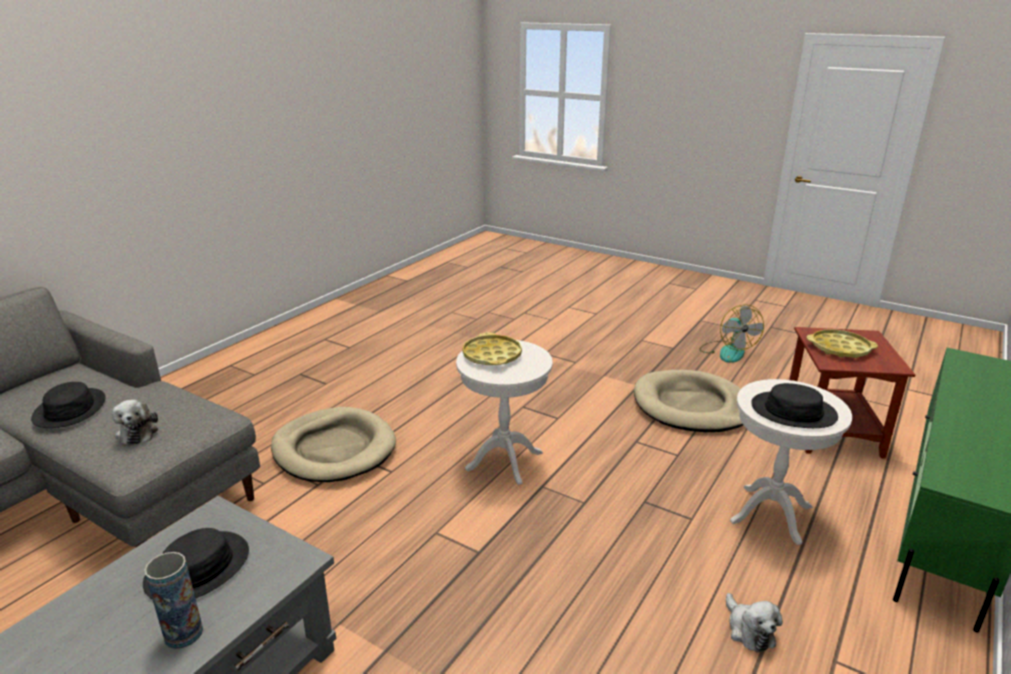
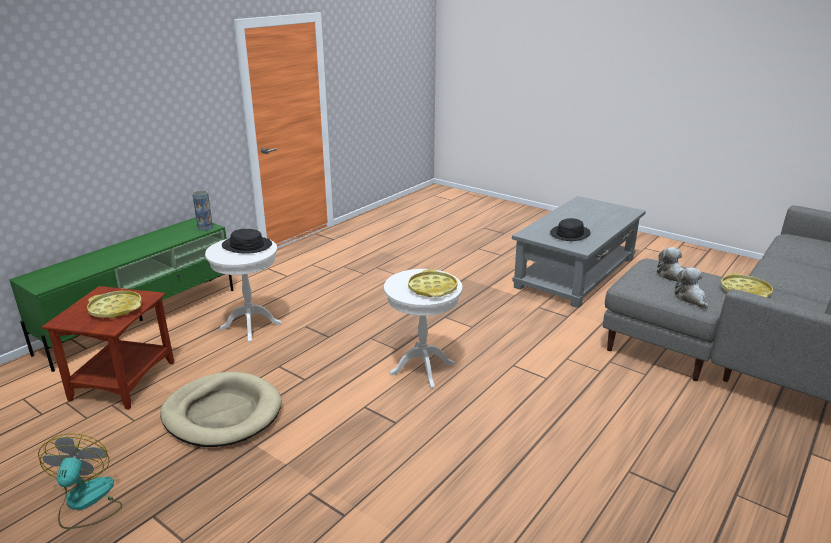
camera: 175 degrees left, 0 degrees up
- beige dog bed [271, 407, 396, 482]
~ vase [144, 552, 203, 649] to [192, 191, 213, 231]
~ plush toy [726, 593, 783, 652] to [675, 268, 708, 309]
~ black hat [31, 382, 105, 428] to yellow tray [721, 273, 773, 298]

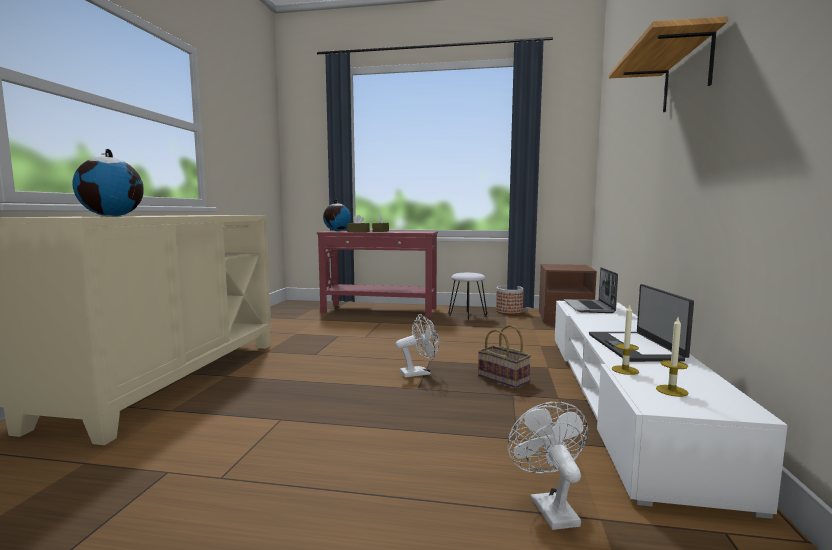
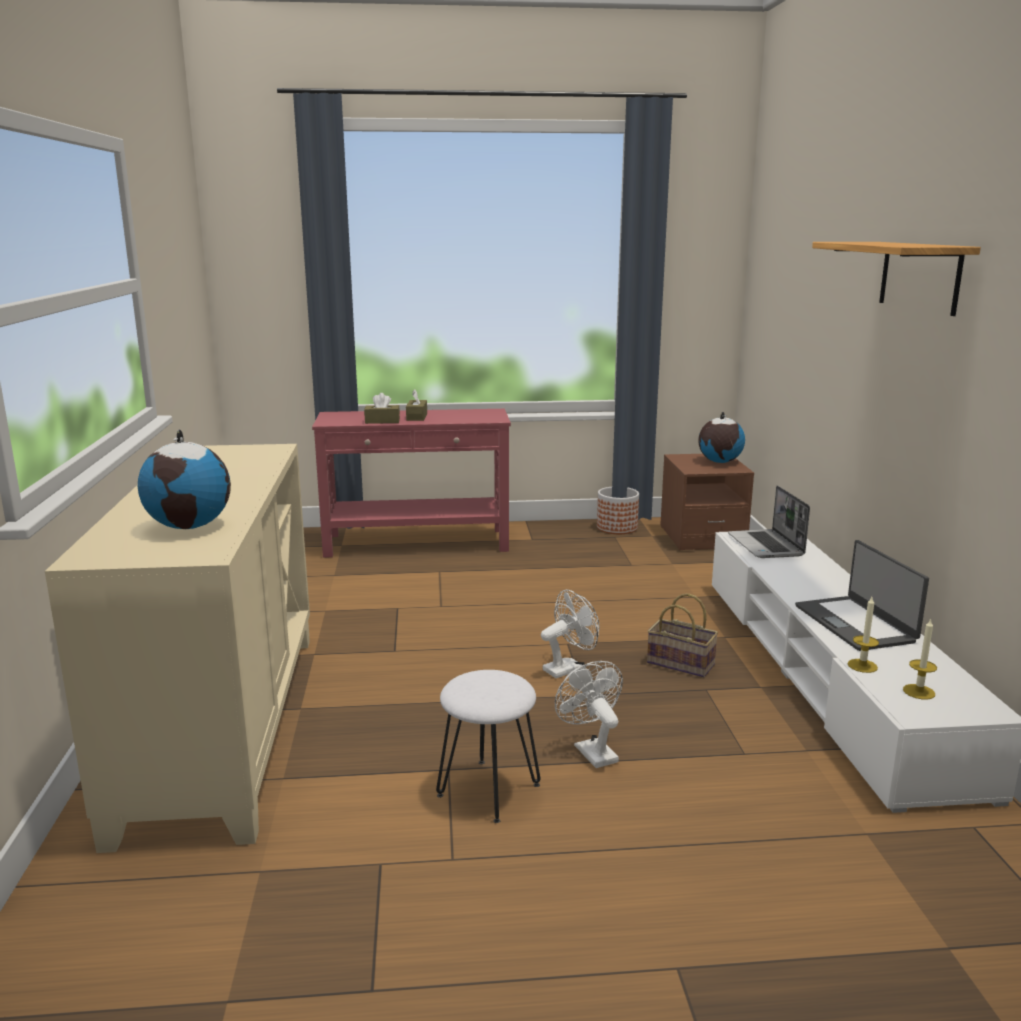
camera: 15 degrees left, 10 degrees up
~ globe [323, 199, 351, 231] to [698, 412, 745, 463]
~ white stool [448, 273, 487, 321] to [436, 670, 540, 823]
~ white fan [508, 402, 588, 530] to [555, 661, 623, 768]

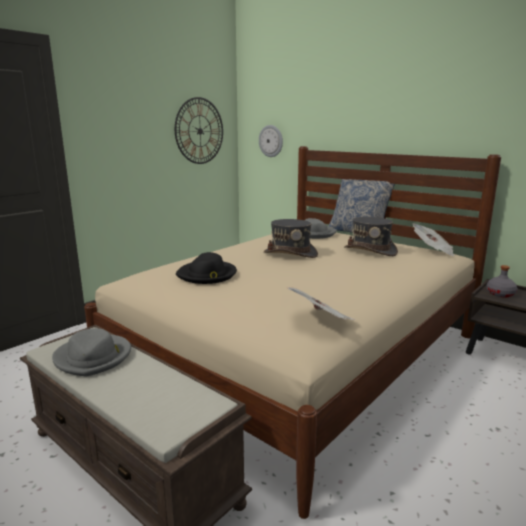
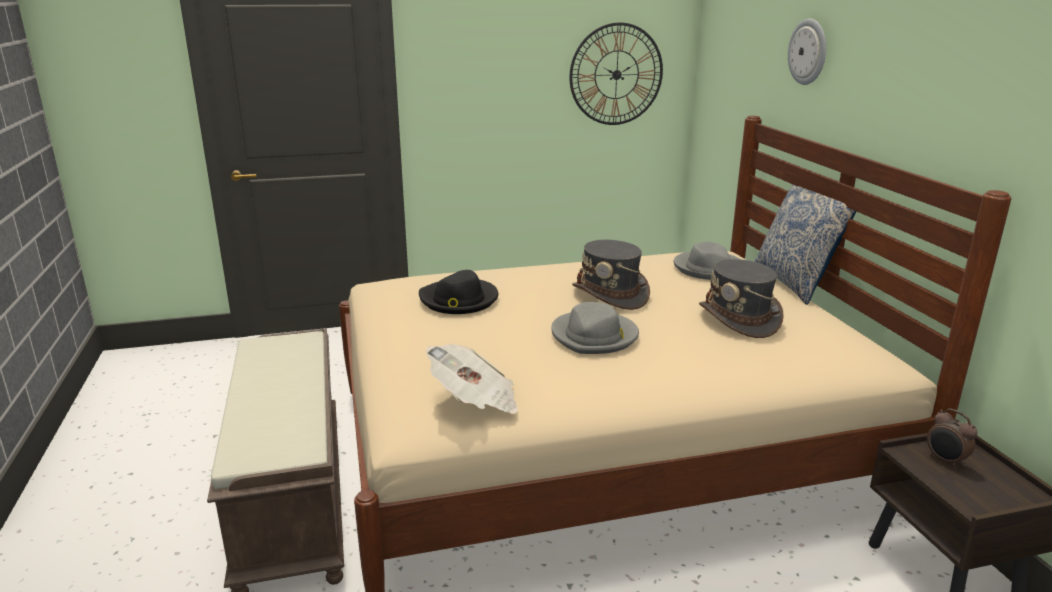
camera: 35 degrees right, 5 degrees up
- newspaper [413, 223, 454, 256]
~ grey hat [52, 328, 131, 376] to [551, 302, 639, 354]
~ wall clock [259, 125, 283, 157] to [788, 18, 826, 85]
~ grey bottle [486, 265, 517, 297] to alarm clock [927, 408, 978, 468]

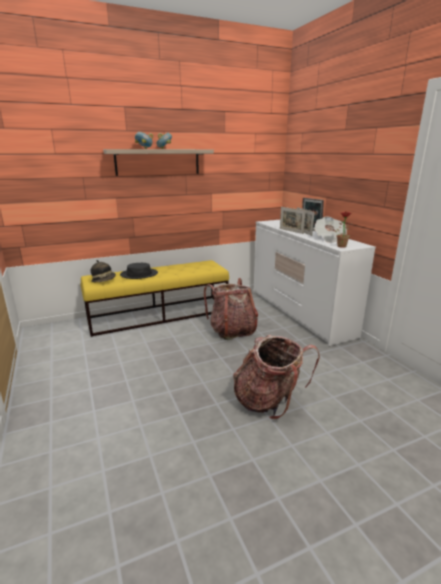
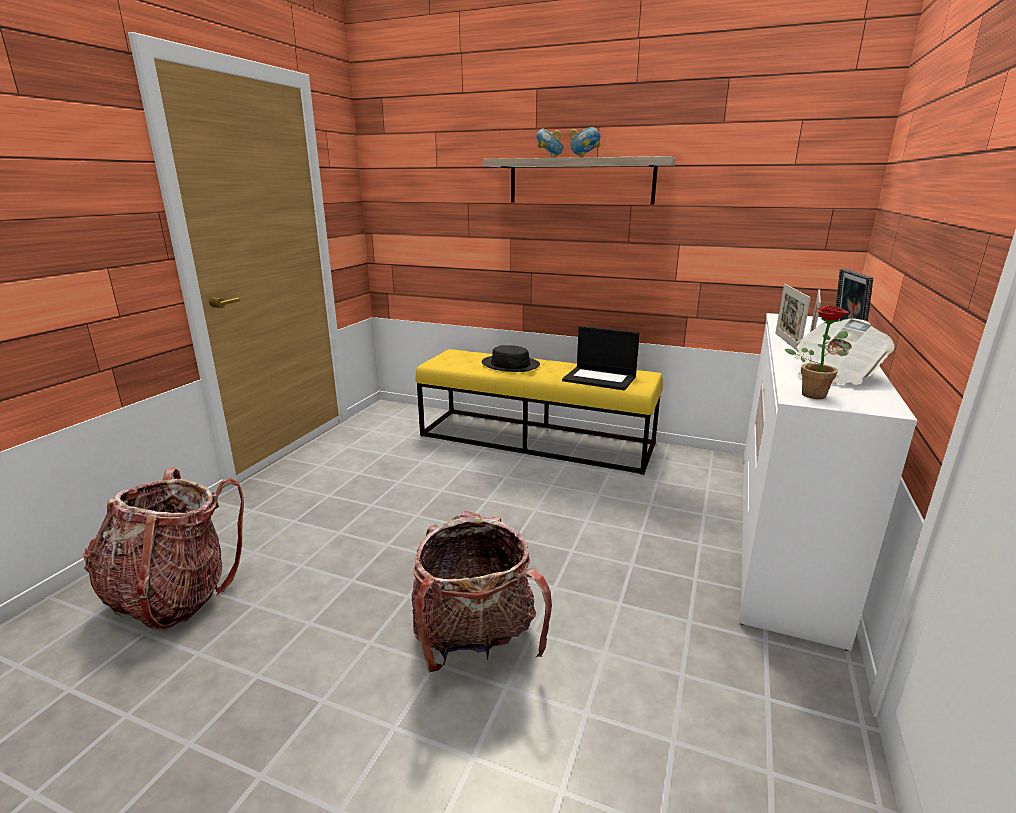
camera: 45 degrees right, 0 degrees up
- hat [91, 260, 116, 282]
+ laptop [562, 326, 640, 390]
~ backpack [204, 278, 258, 340] to [83, 468, 244, 631]

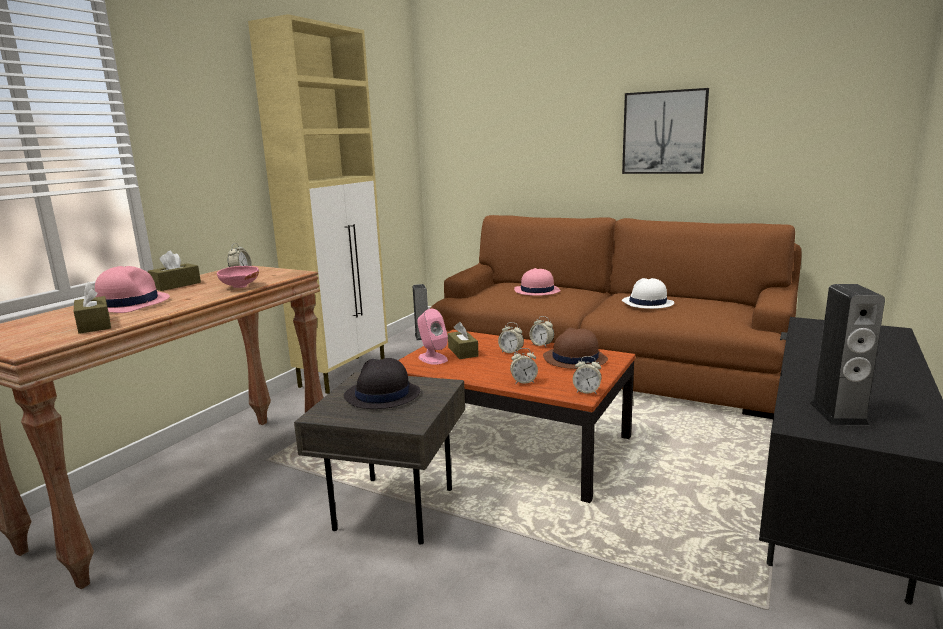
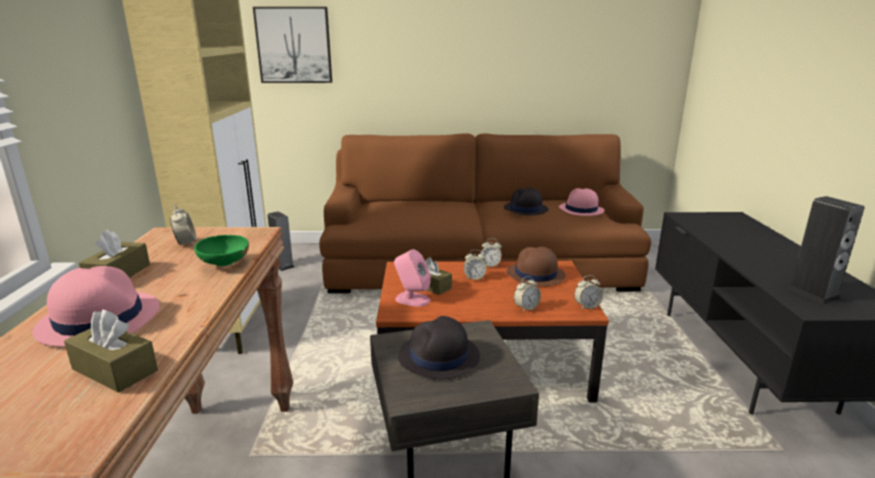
camera: 30 degrees left, 5 degrees up
~ pink hat [514, 268, 561, 296] to [559, 188, 604, 216]
~ picture [622, 88, 709, 174] to [253, 7, 332, 83]
~ pink bowl [217, 266, 259, 288] to green bowl [194, 235, 249, 266]
~ white hat [622, 278, 674, 309] to black hat [504, 188, 549, 215]

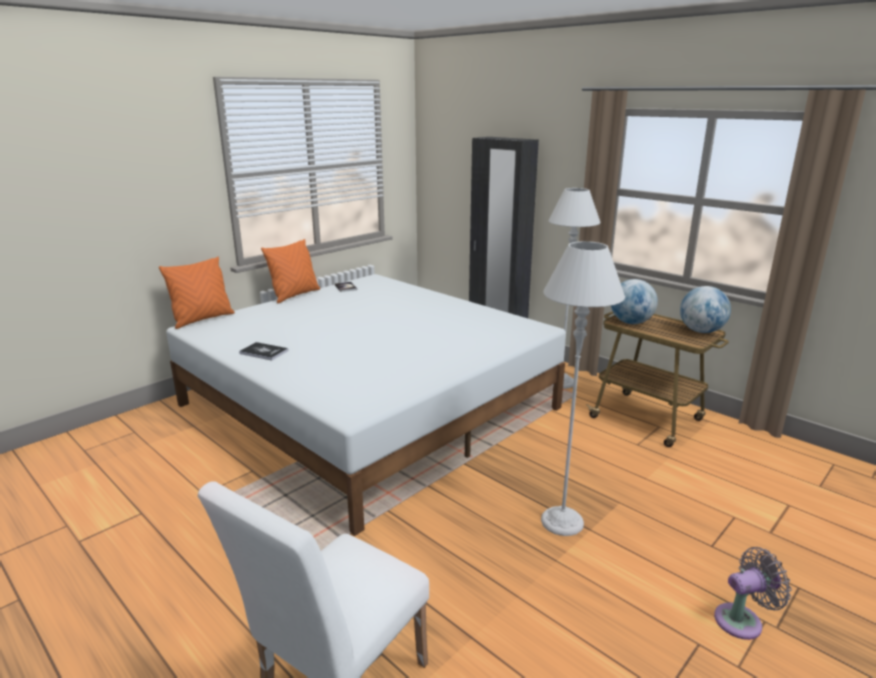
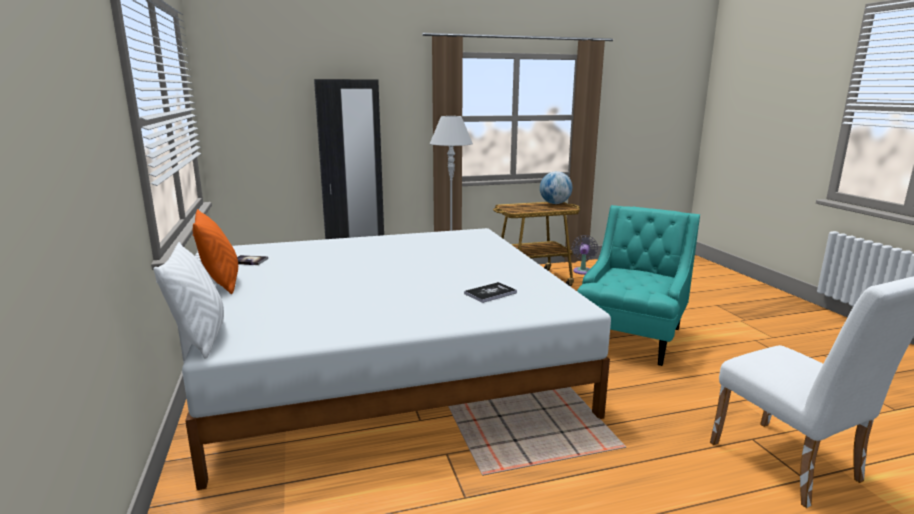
camera: 60 degrees left, 5 degrees down
- globe [611, 279, 658, 324]
~ book [239, 342, 288, 361] to [464, 282, 517, 303]
~ grey fan [714, 547, 792, 640] to [572, 235, 598, 275]
~ grey floor lamp [541, 241, 625, 536] to turquoise armchair [577, 205, 700, 366]
~ orange pillow [159, 257, 235, 329] to white pillow [153, 242, 224, 359]

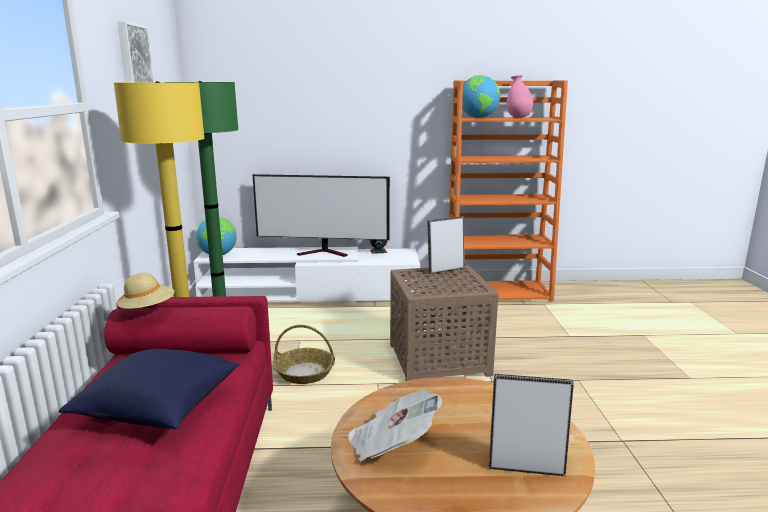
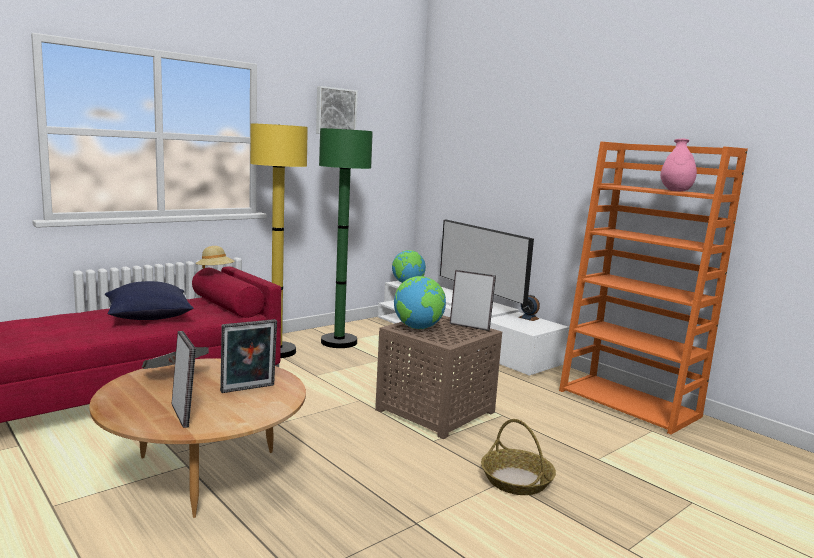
camera: 50 degrees right, 5 degrees down
+ picture frame [220, 319, 277, 393]
~ basket [273, 325, 335, 384] to [481, 419, 556, 495]
~ globe [462, 75, 500, 118] to [394, 276, 446, 329]

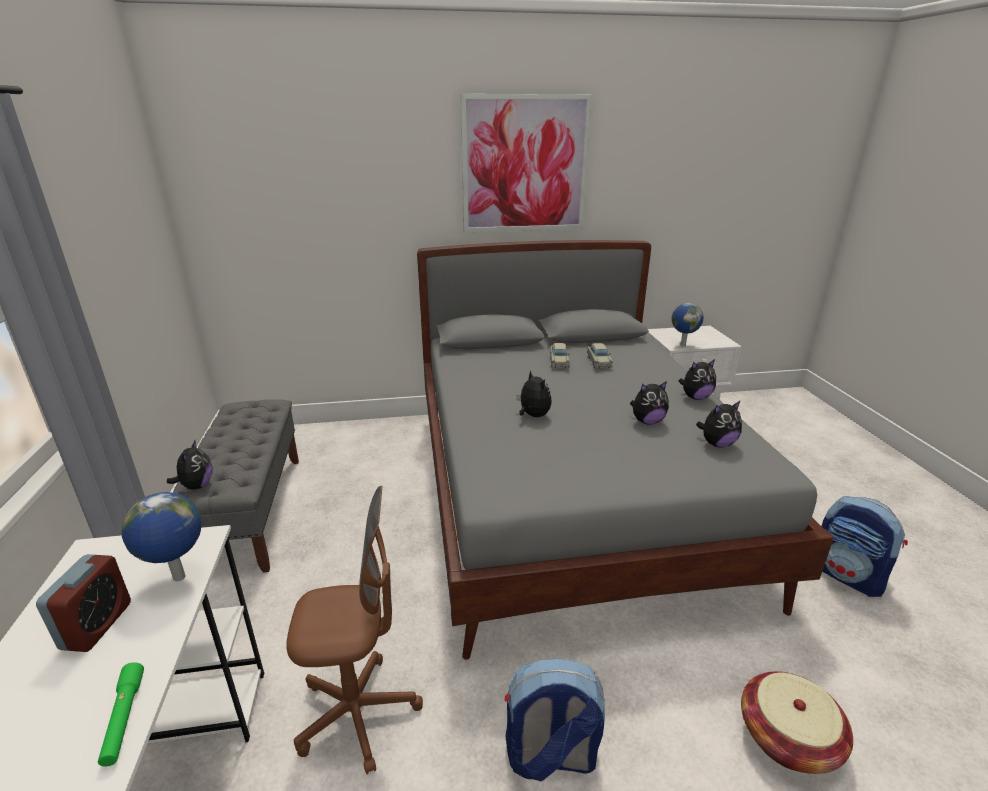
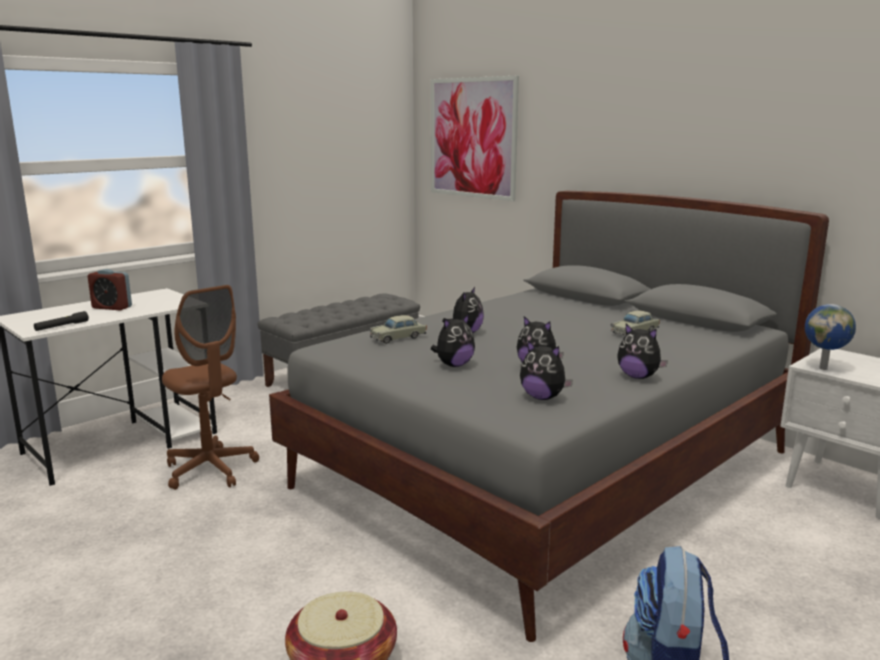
camera: 55 degrees right, 10 degrees down
- globe [122, 492, 201, 581]
- backpack [504, 658, 605, 782]
~ plush toy [167, 440, 213, 489] to [431, 314, 475, 367]
~ picture [461, 94, 592, 232] to [431, 76, 519, 201]
~ beige toy car [550, 343, 570, 368] to [369, 315, 427, 344]
~ green flashlight [98, 662, 144, 767] to black flashlight [34, 311, 89, 331]
~ alarm clock [36, 554, 131, 652] = [88, 269, 132, 311] 45 degrees clockwise

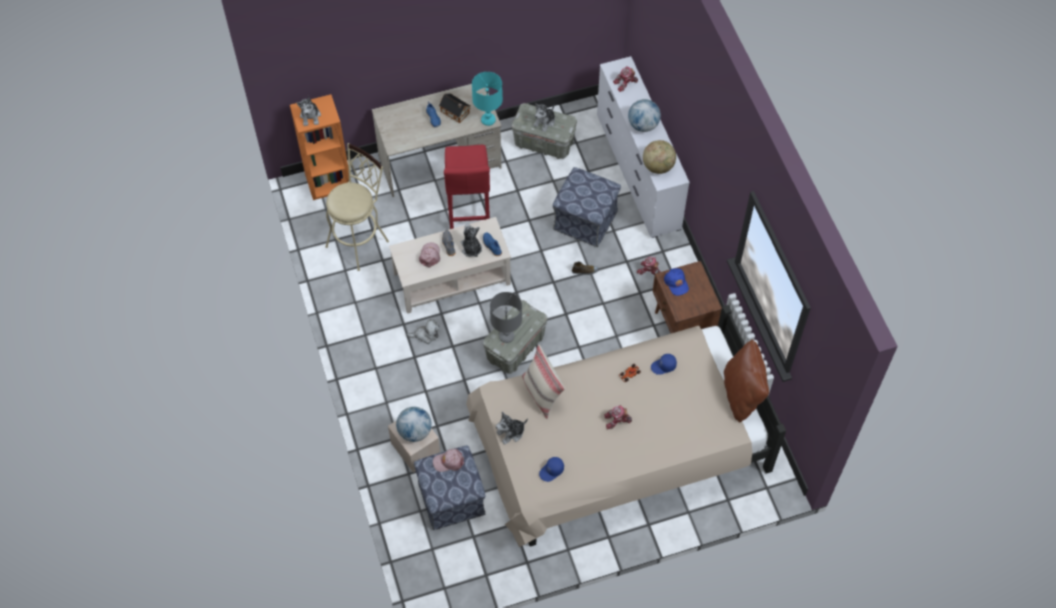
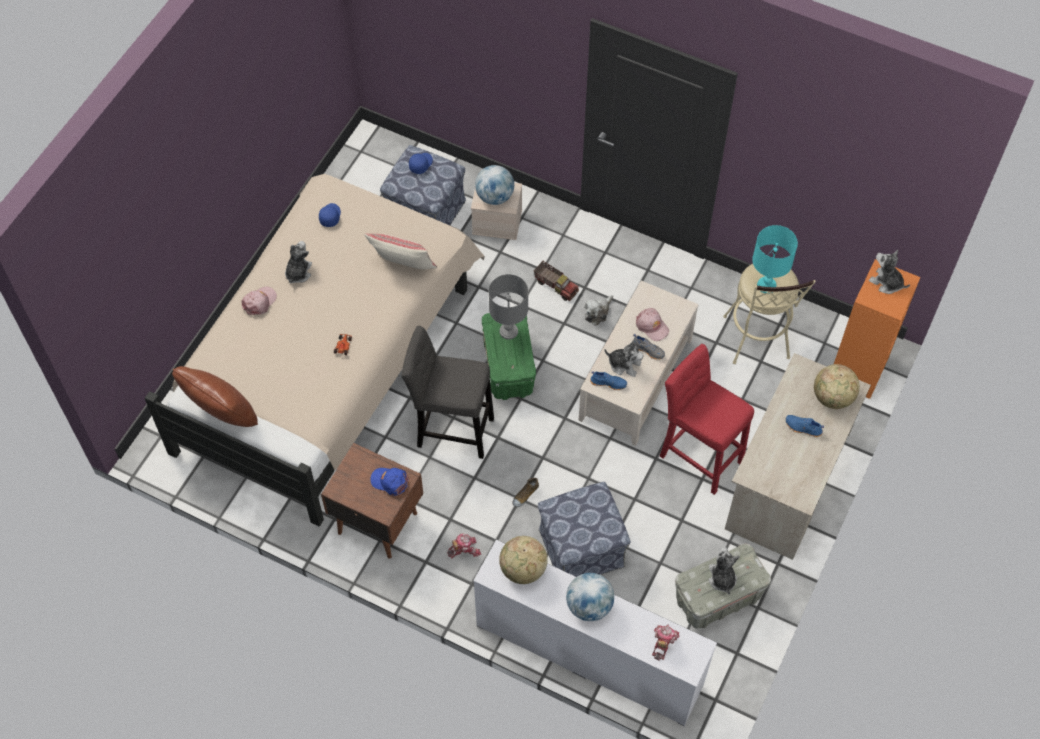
camera: 135 degrees right, 0 degrees up
- toy house [439, 94, 471, 123]
- toy robot [604, 405, 632, 429]
+ grey stool [401, 326, 494, 459]
+ toy truck [534, 261, 579, 301]
+ globe [814, 364, 860, 409]
~ pink cap [433, 449, 464, 472] to [242, 287, 277, 315]
~ turquoise table lamp [472, 72, 503, 126] to [752, 225, 798, 294]
~ plush toy [496, 412, 528, 445] to [285, 241, 312, 284]
~ blue cap [651, 354, 677, 375] to [409, 153, 433, 174]
~ grey storage box [483, 300, 548, 374] to green storage box [482, 313, 536, 400]

